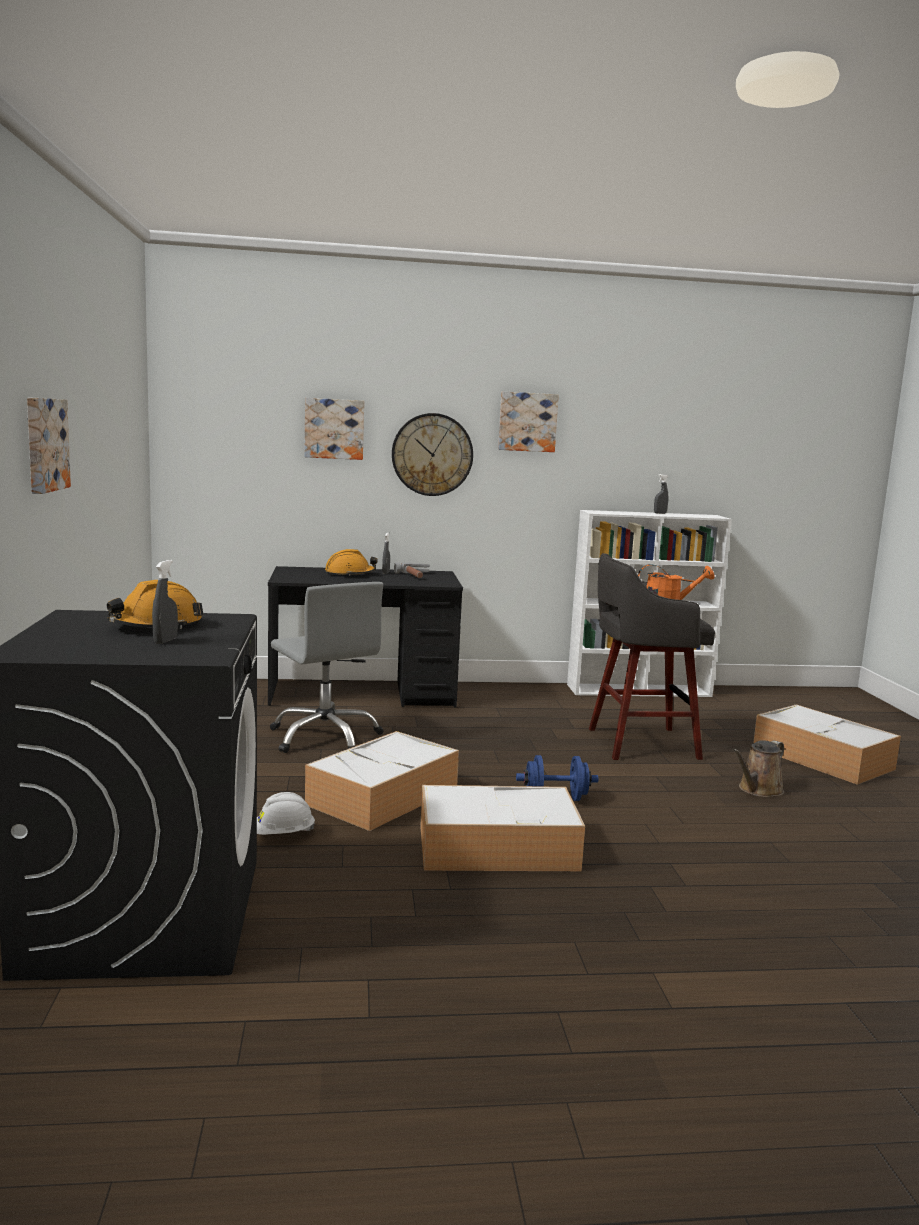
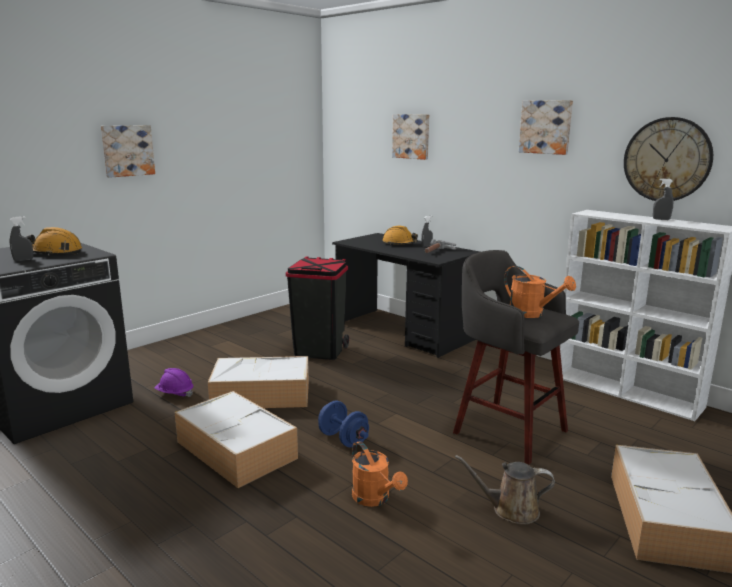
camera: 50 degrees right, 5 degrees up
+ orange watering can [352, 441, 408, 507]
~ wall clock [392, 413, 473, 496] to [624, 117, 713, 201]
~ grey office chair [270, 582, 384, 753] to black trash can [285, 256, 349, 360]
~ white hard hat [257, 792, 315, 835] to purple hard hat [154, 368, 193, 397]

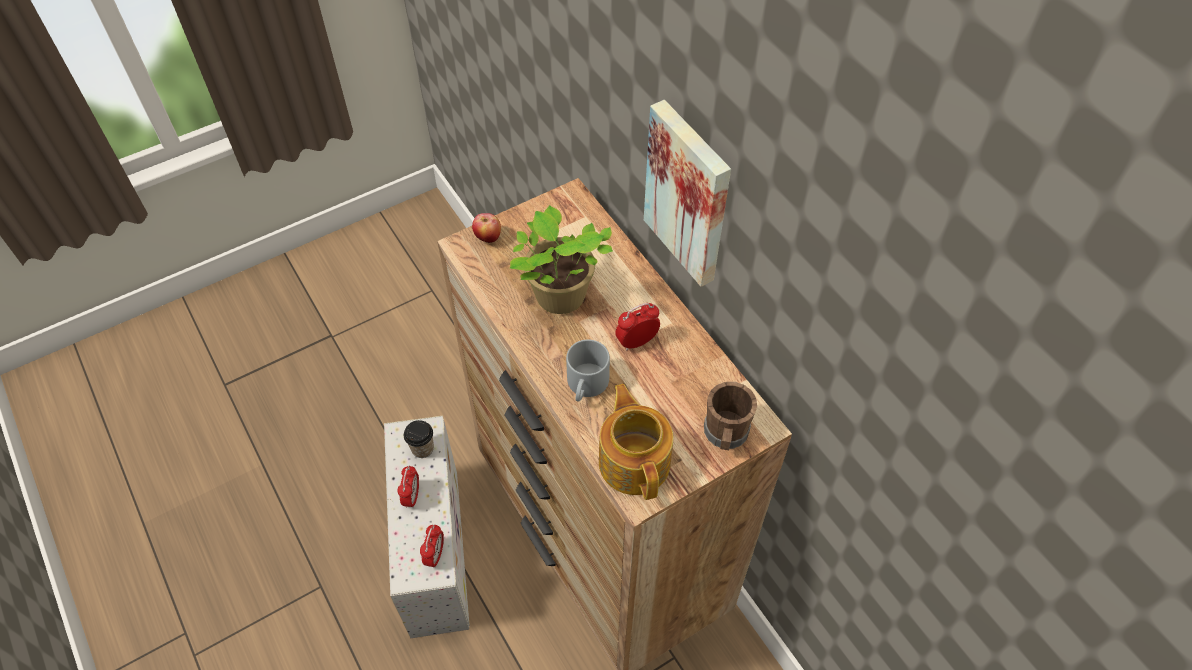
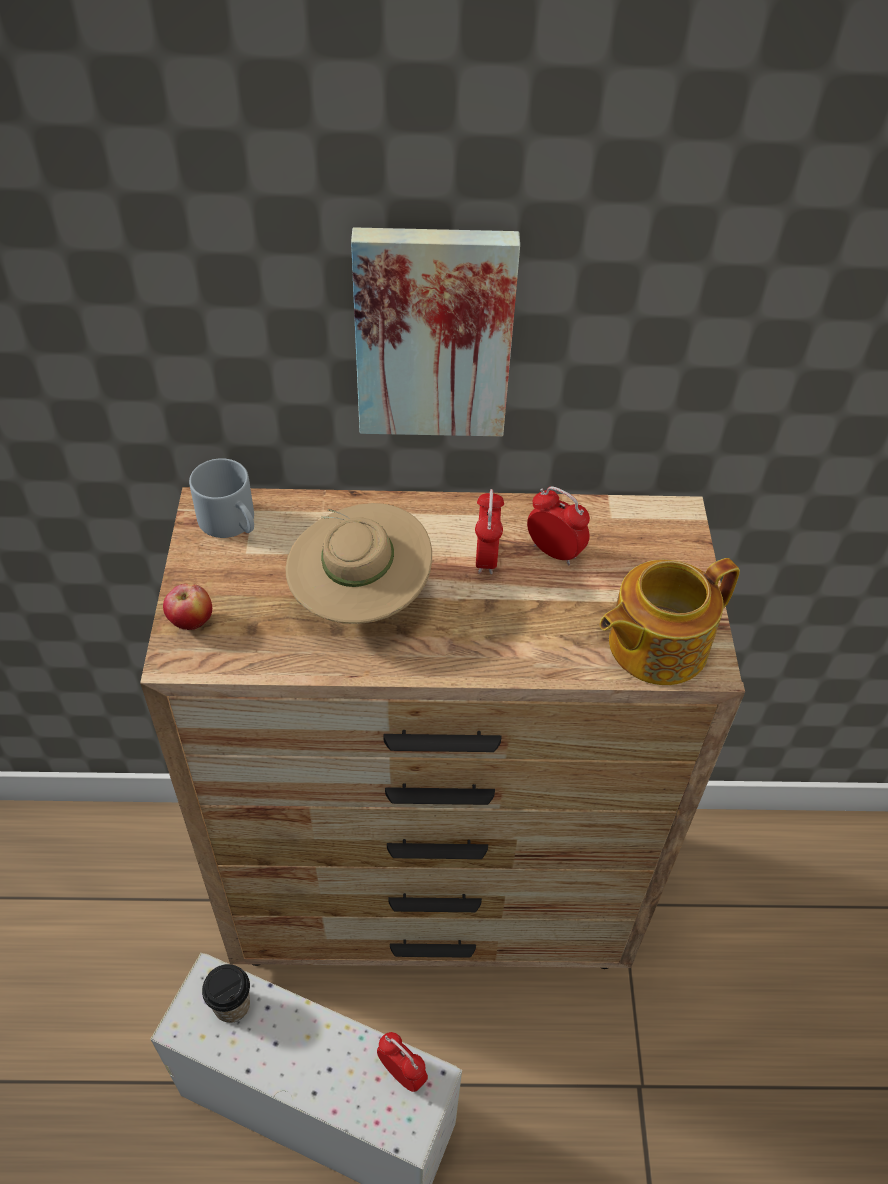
camera: 60 degrees left, 5 degrees down
- brown mug [704, 382, 757, 450]
~ alarm clock [398, 465, 419, 508] to [527, 486, 590, 565]
~ grey mug [566, 339, 610, 401] to [189, 458, 254, 538]
~ potted plant [510, 205, 613, 314] to beige hat [285, 503, 432, 624]
~ teapot [599, 384, 673, 500] = [599, 558, 740, 685] 45 degrees counterclockwise

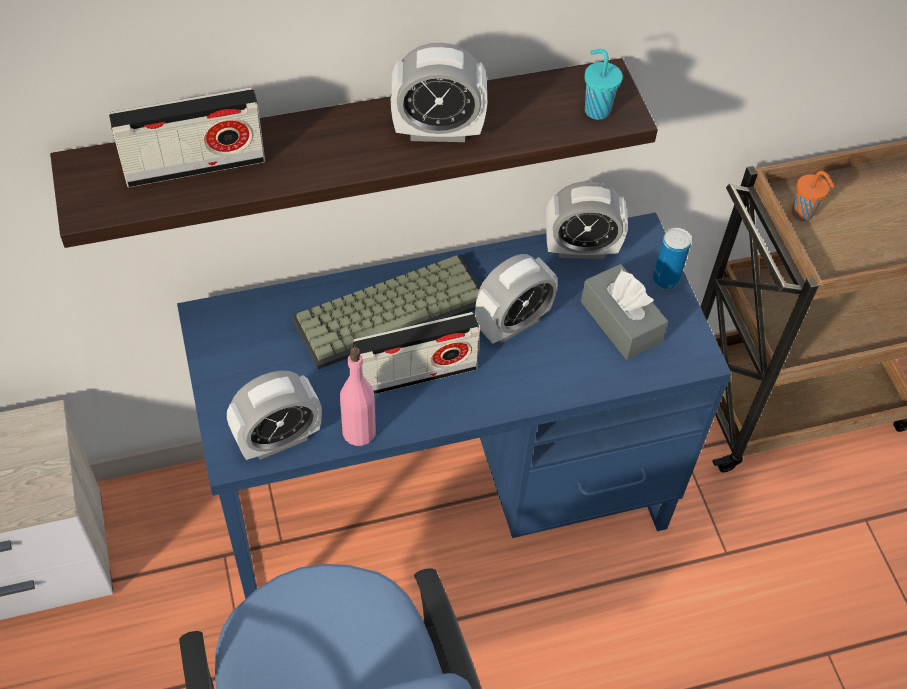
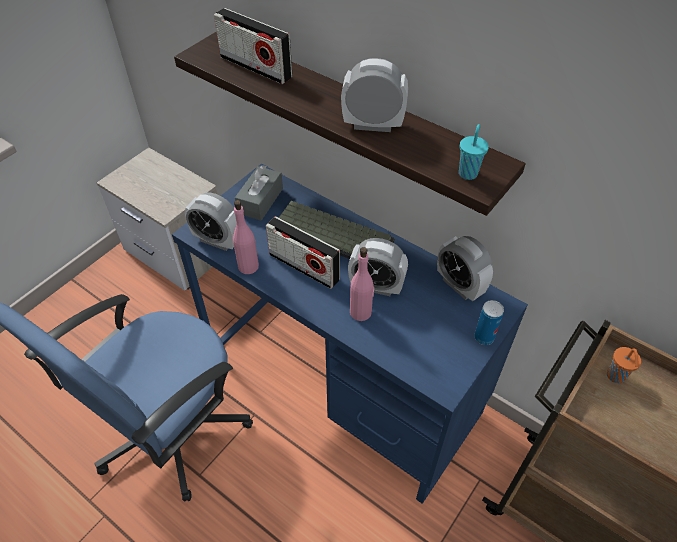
camera: 55 degrees right, 5 degrees down
+ pink bottle [350, 247, 374, 321]
~ grey tissue box [581, 264, 668, 360] to [235, 165, 283, 221]
~ alarm clock [391, 43, 487, 142] = [341, 58, 408, 132] 135 degrees clockwise

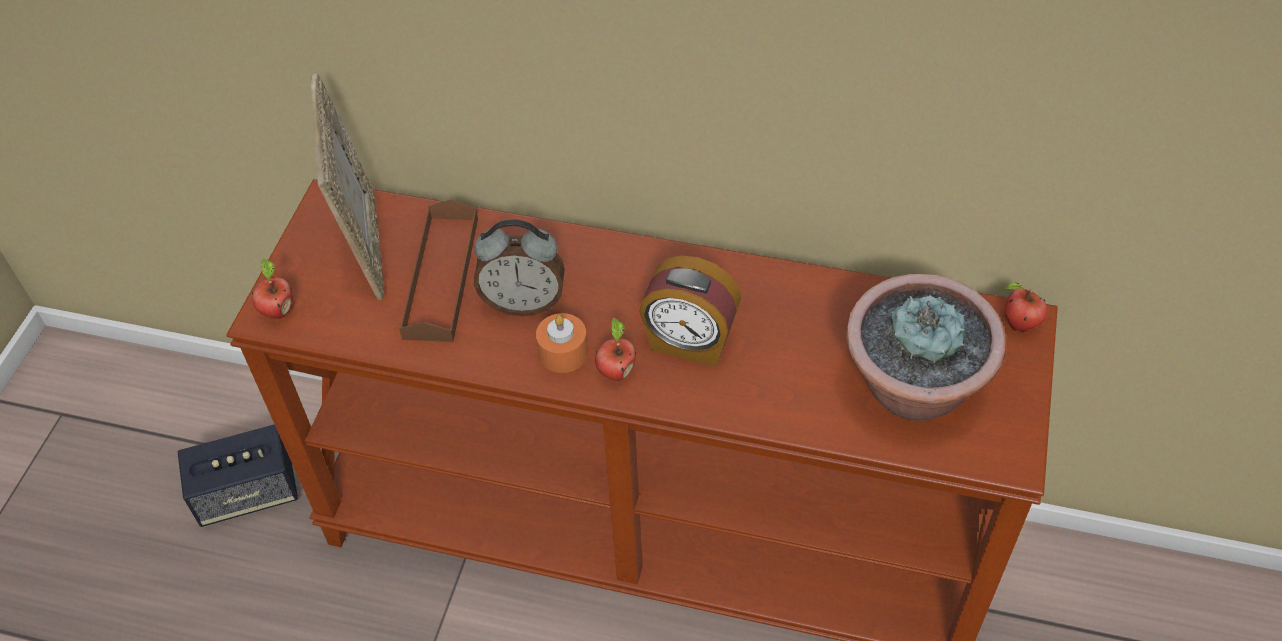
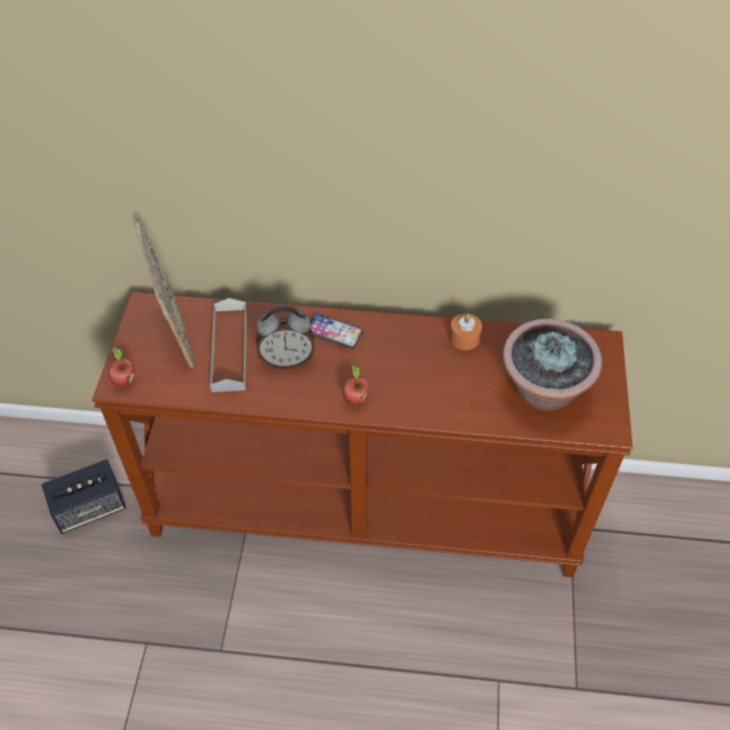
camera: 10 degrees left, 0 degrees up
- alarm clock [639, 255, 741, 367]
- apple [1004, 282, 1048, 332]
+ phone [310, 314, 364, 349]
~ orange candle [536, 313, 588, 373] to [449, 313, 482, 350]
~ brown tray [399, 199, 478, 342] to grey tray [210, 298, 247, 392]

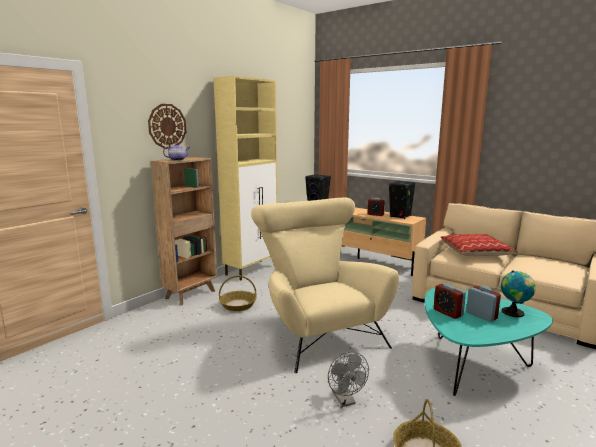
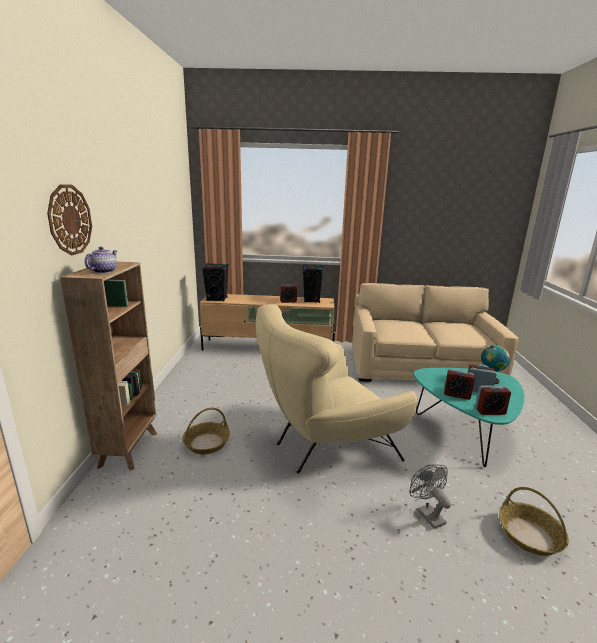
camera: 35 degrees left, 5 degrees up
- beige cabinet [213, 76, 277, 280]
- pillow [441, 234, 519, 256]
+ alarm clock [475, 385, 511, 415]
~ beige armchair [251, 197, 399, 373] = [256, 304, 418, 473] 60 degrees counterclockwise
~ grey fan [328, 352, 369, 407] = [409, 464, 451, 529] 150 degrees counterclockwise

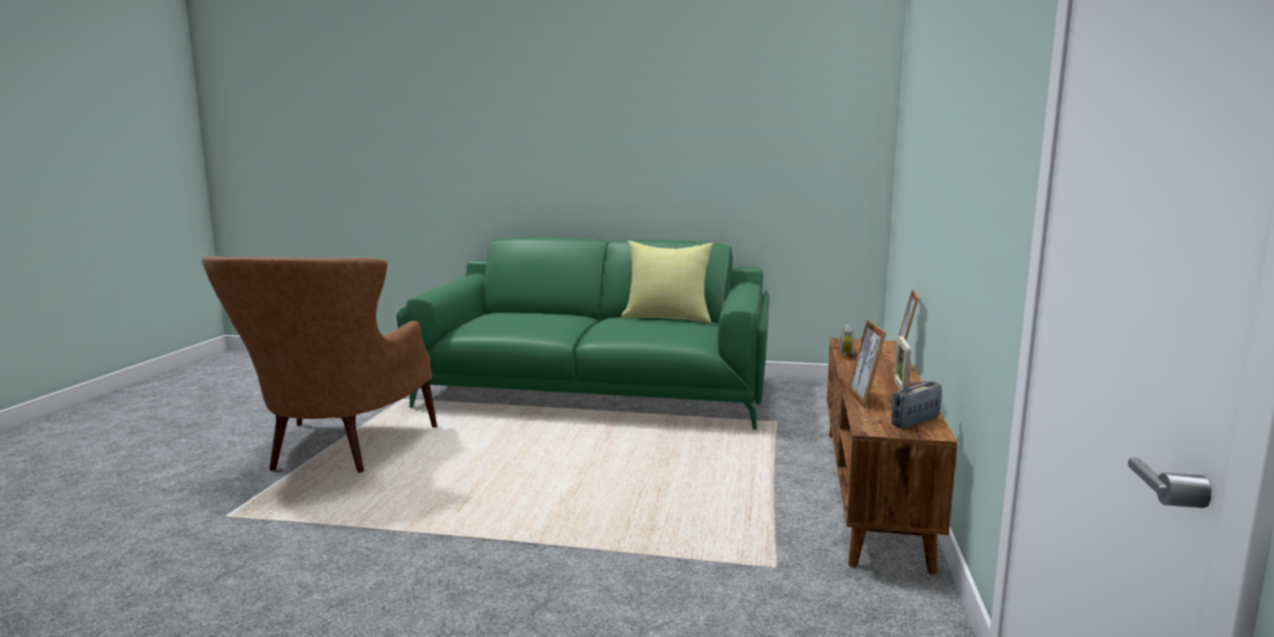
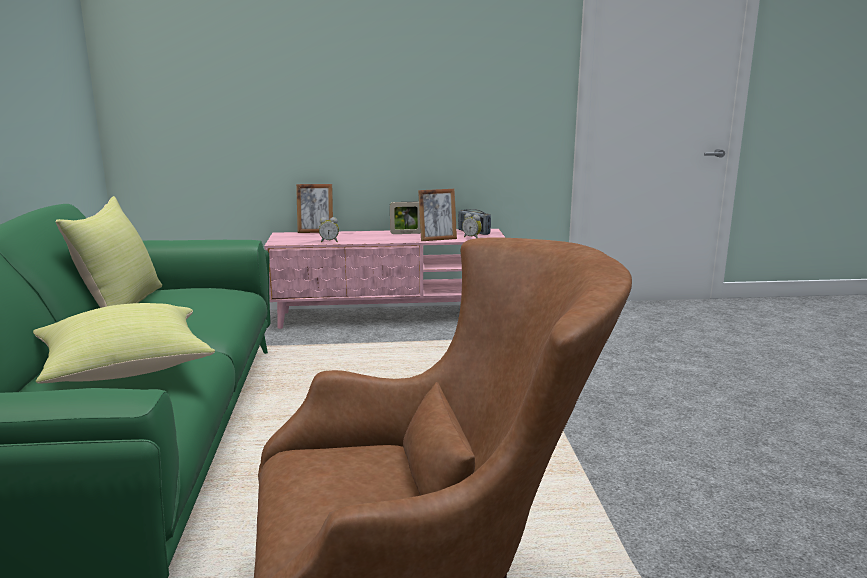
camera: 105 degrees left, 5 degrees up
+ yellow pillow [33, 303, 215, 383]
+ alarm clock [462, 213, 482, 238]
~ brown tv stand [827, 338, 957, 575] to pink tv stand [264, 229, 506, 329]

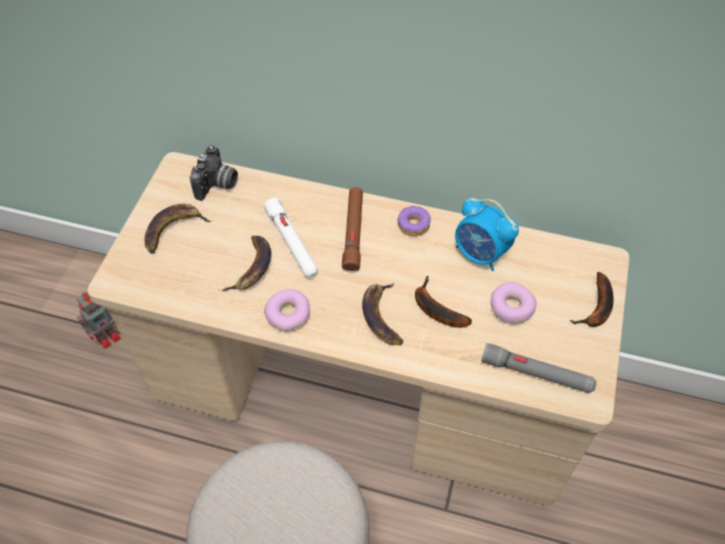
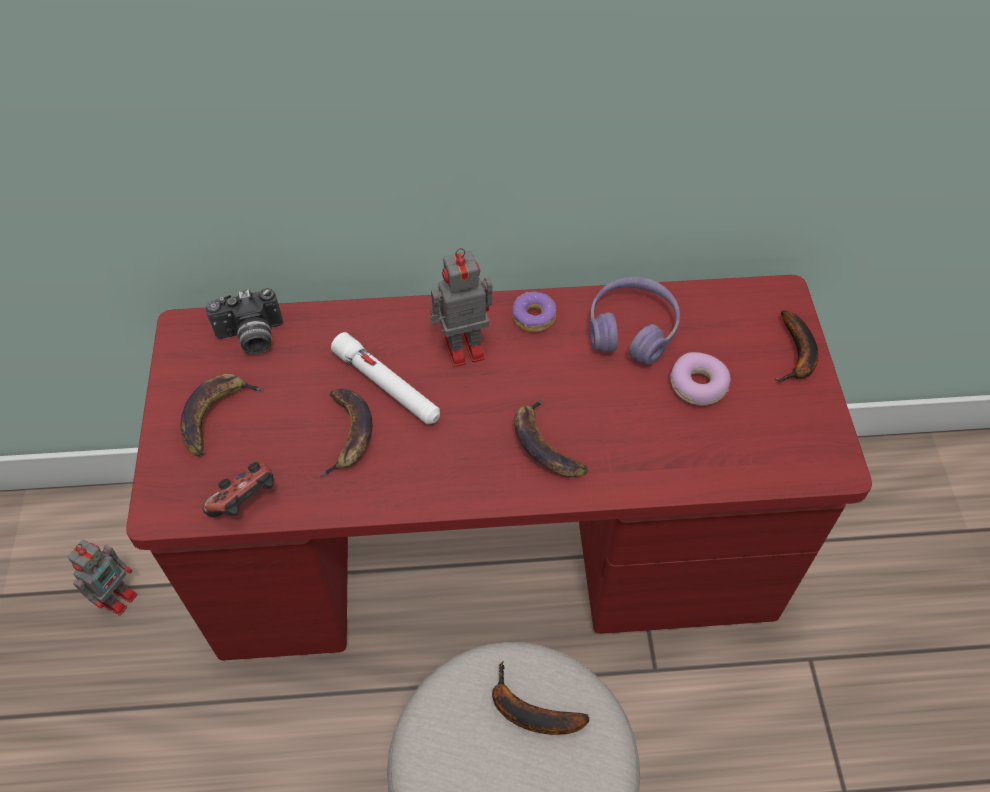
camera: 20 degrees left, 0 degrees up
- donut [264, 289, 310, 332]
- grey flashlight [482, 343, 597, 393]
+ game controller [202, 462, 274, 517]
~ banana [415, 276, 472, 328] to [492, 661, 589, 735]
~ brown flashlight [342, 187, 363, 272] to toy robot [430, 248, 493, 367]
~ alarm clock [455, 197, 519, 271] to purple headphones [589, 277, 680, 365]
~ beige desk [87, 152, 629, 506] to red desk [126, 275, 872, 660]
~ photo camera [190, 145, 238, 201] = [206, 288, 283, 354] 75 degrees clockwise

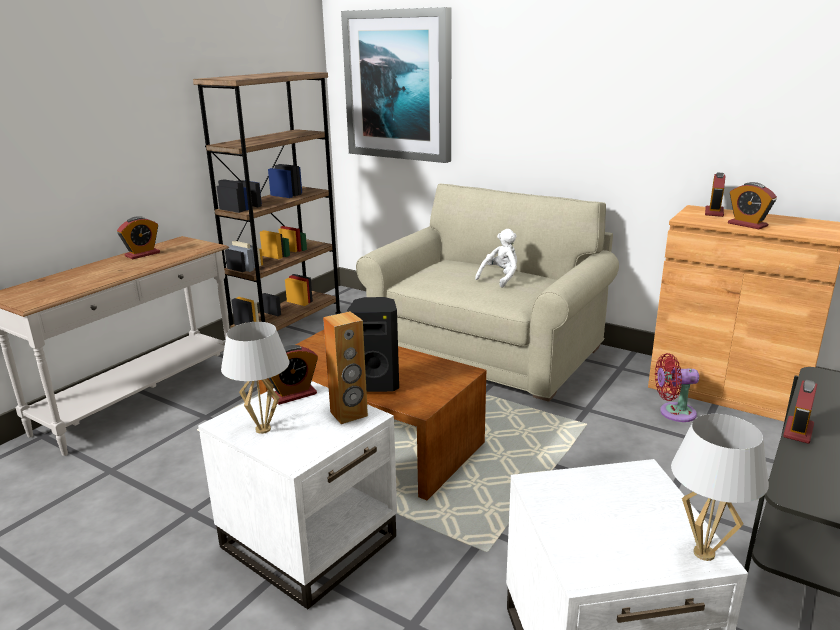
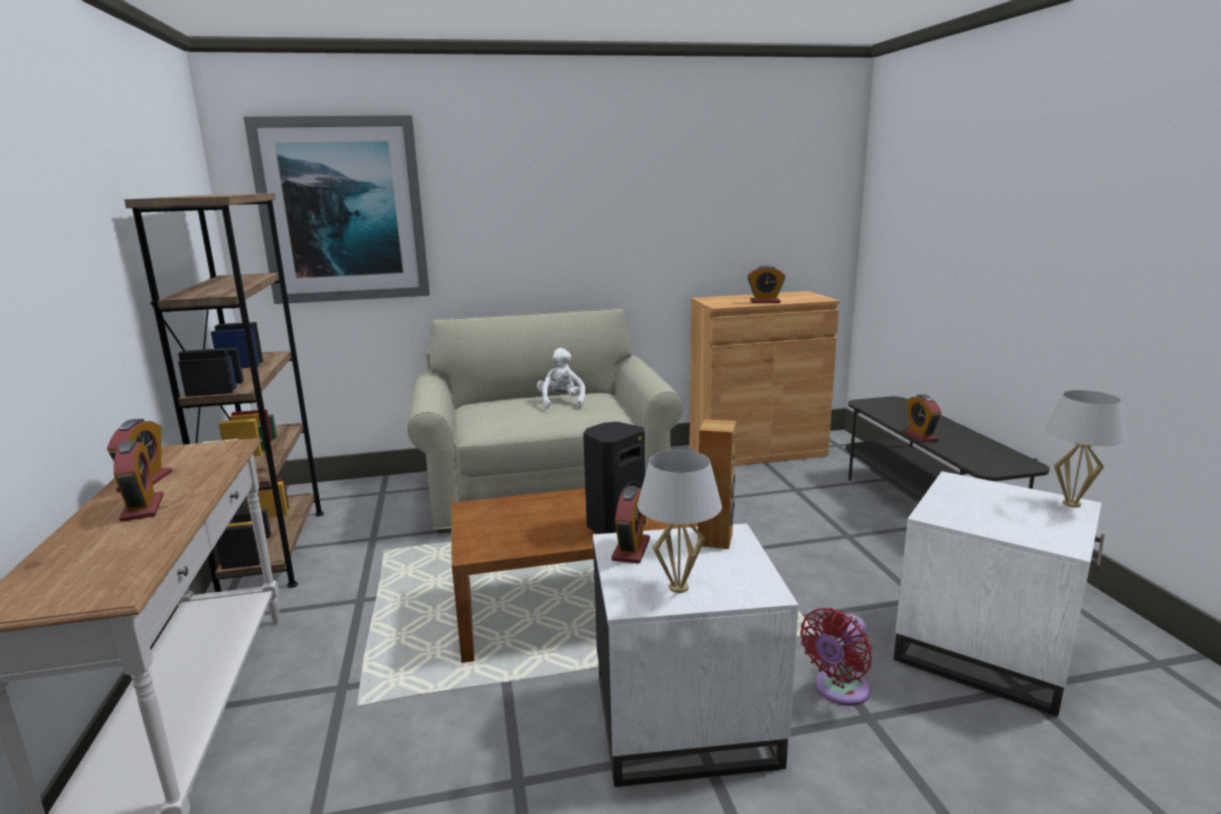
camera: 45 degrees left, 5 degrees down
~ red fan [655, 353, 699, 422] to [800, 608, 872, 706]
~ alarm clock [705, 173, 725, 217] to [114, 440, 164, 522]

